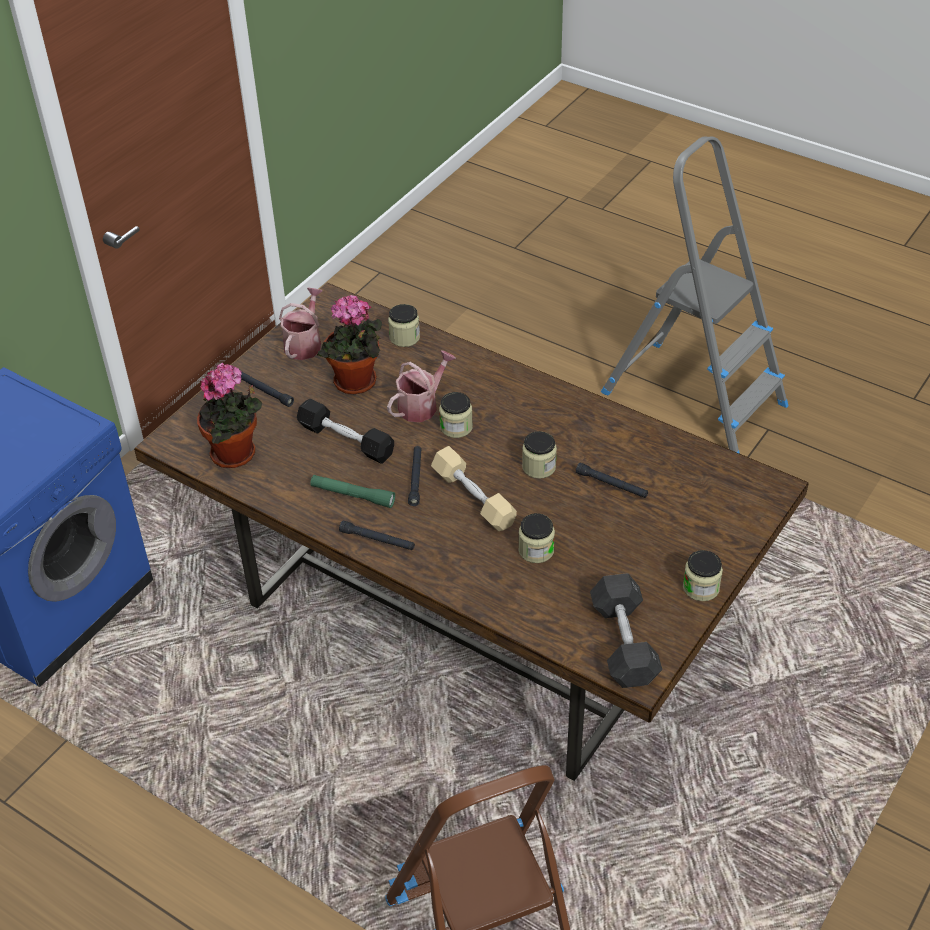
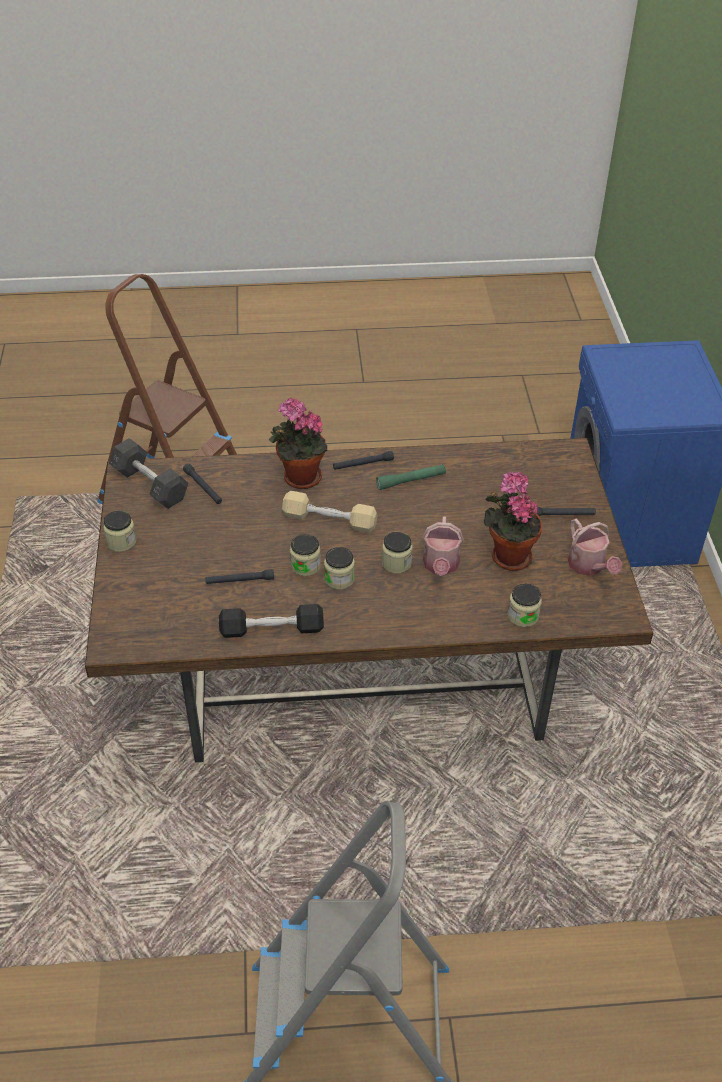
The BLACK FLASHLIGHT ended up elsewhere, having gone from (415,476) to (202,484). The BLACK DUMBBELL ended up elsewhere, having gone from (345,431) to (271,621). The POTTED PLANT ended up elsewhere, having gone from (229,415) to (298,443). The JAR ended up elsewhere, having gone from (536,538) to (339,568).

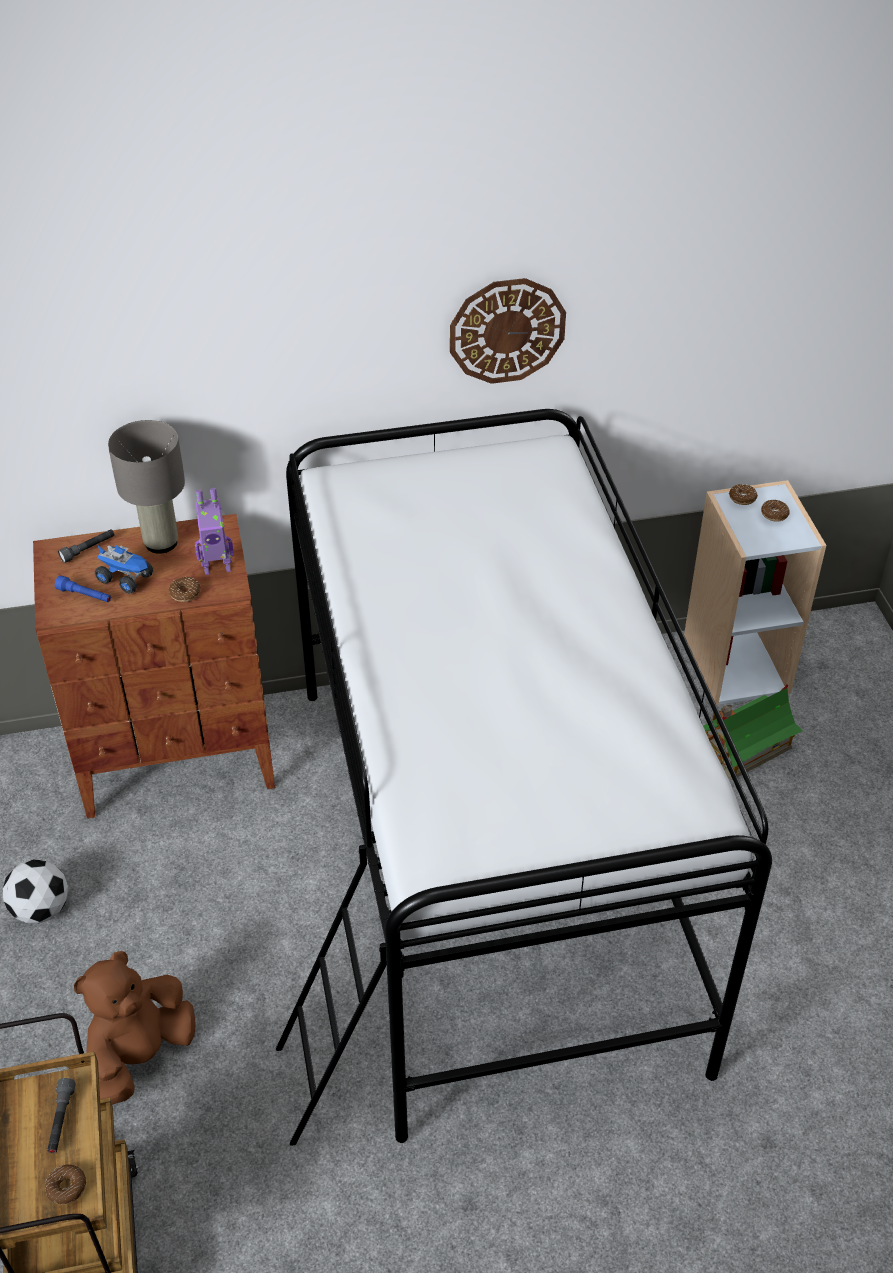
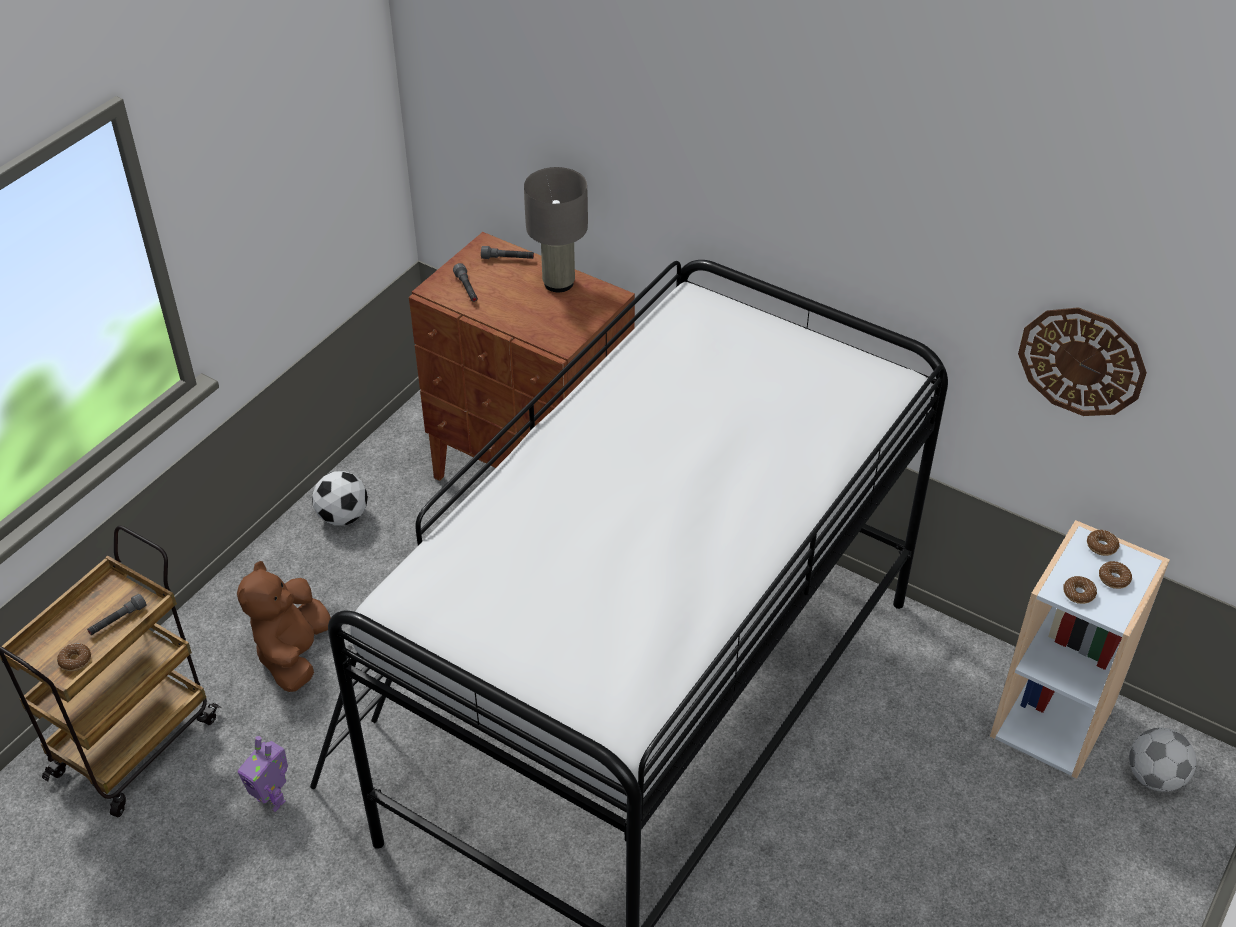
The BROWN PLUSH TOY at (135,1028) ended up facing another way, 75 degrees counterclockwise from before. The TOY ROBOT ended up elsewhere, having gone from (214,531) to (263,774). What was the BLUE FLASHLIGHT at (83,588) turned into the GREY FLASHLIGHT at (465,282). The WALL CLOCK ended up elsewhere, having gone from (508,331) to (1082,361). The DONUT ended up elsewhere, having gone from (185,589) to (1080,590). The second view gained the FOOTBALL at (1162,760). The second view lost the TOY TRUCK at (124,569). The second view lost the TOY HOUSE at (753,732).

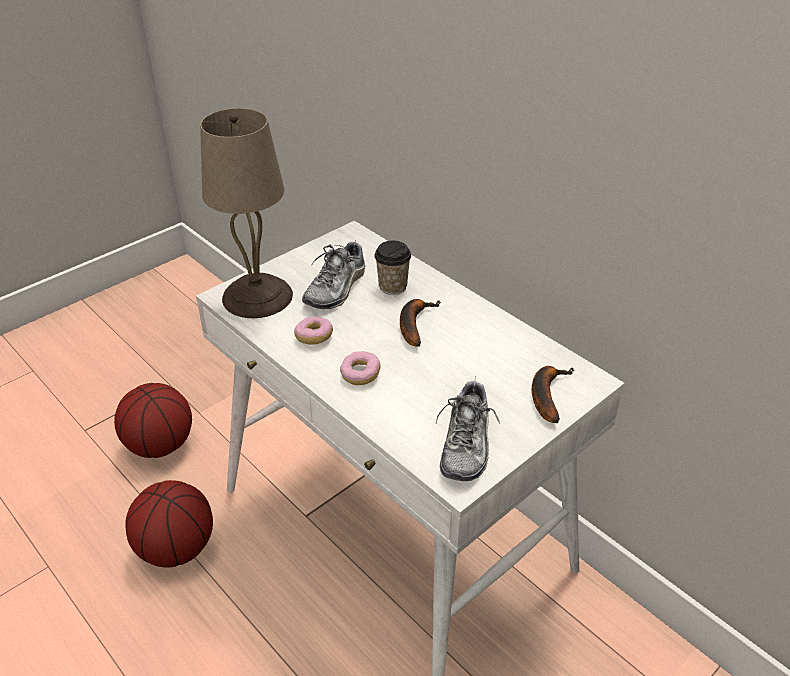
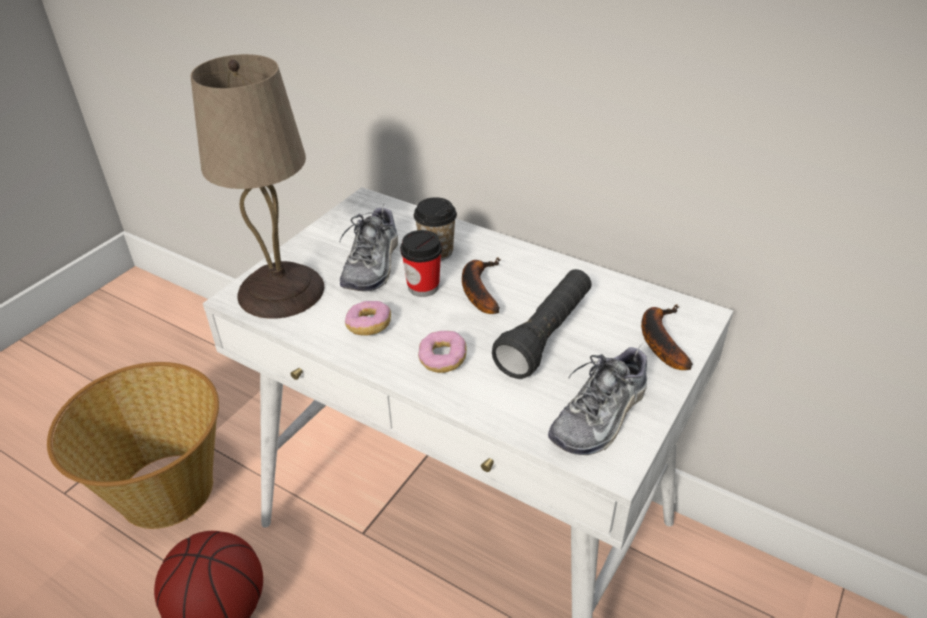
Where the BASKETBALL stood at (153,420), the BASKET came to stand at (133,445). The second view gained the CUP at (421,263). The second view gained the BLACK FLASHLIGHT at (542,324). The SHOE at (468,429) ended up facing another way, 45 degrees clockwise from before.

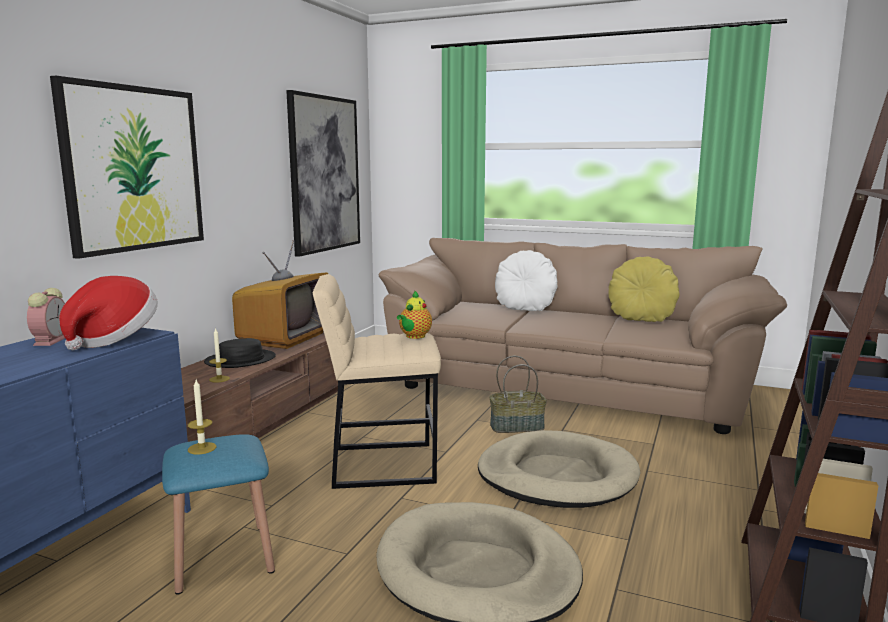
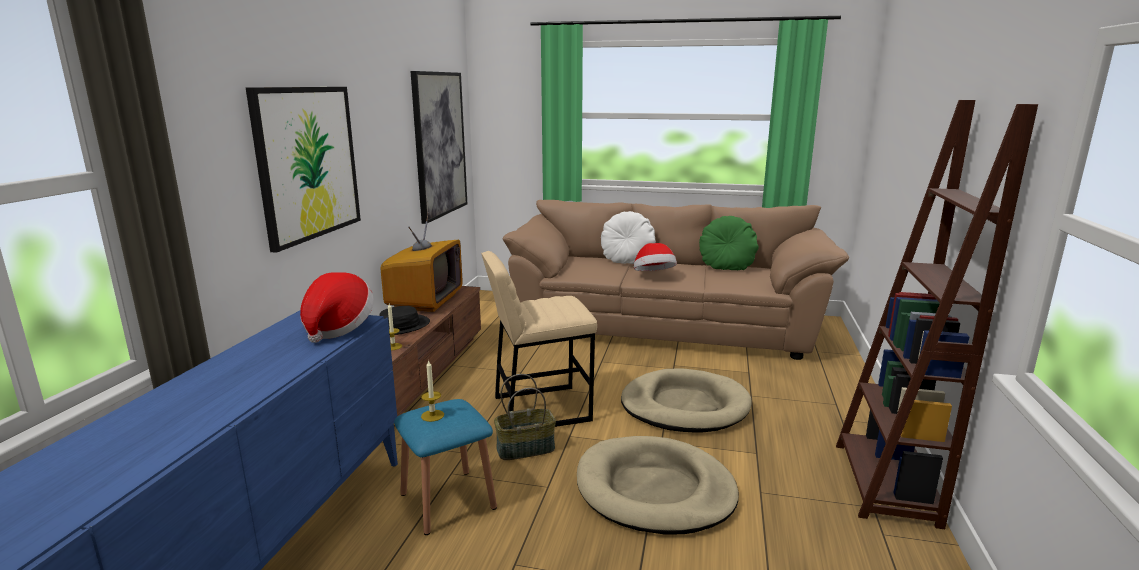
The BASKET ended up elsewhere, having gone from (518,394) to (525,417). The second view gained the HAT at (655,257). What was the YELLOW PILLOW at (644,289) turned into the GREEN PILLOW at (729,243). The second view lost the ALARM CLOCK at (46,317). The second view lost the TEAPOT at (414,315).

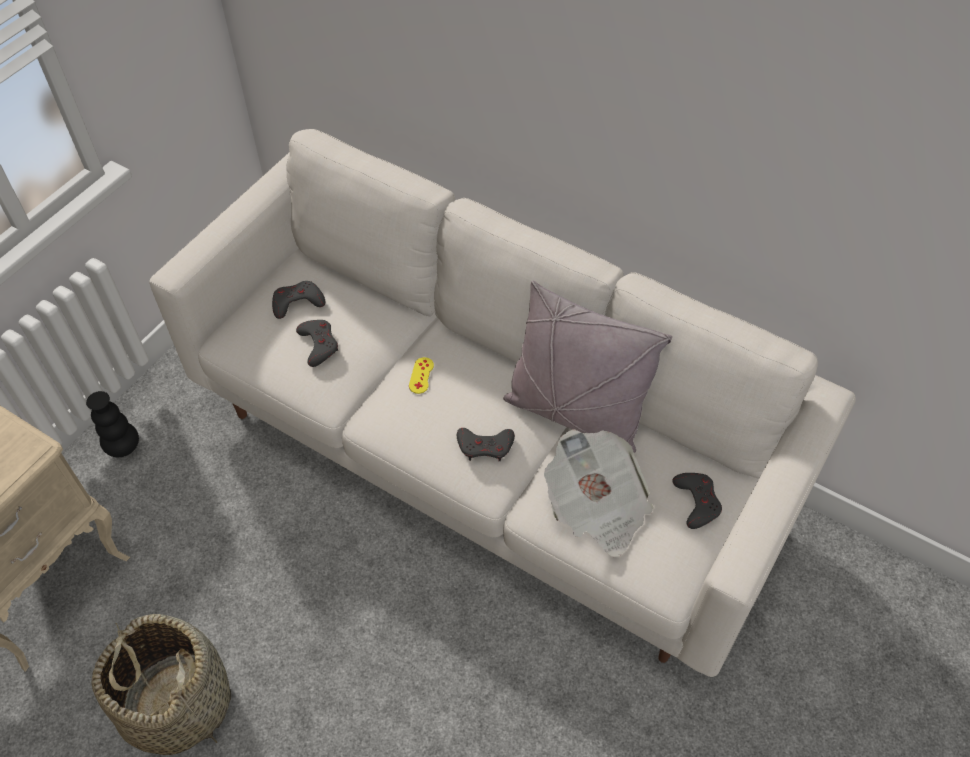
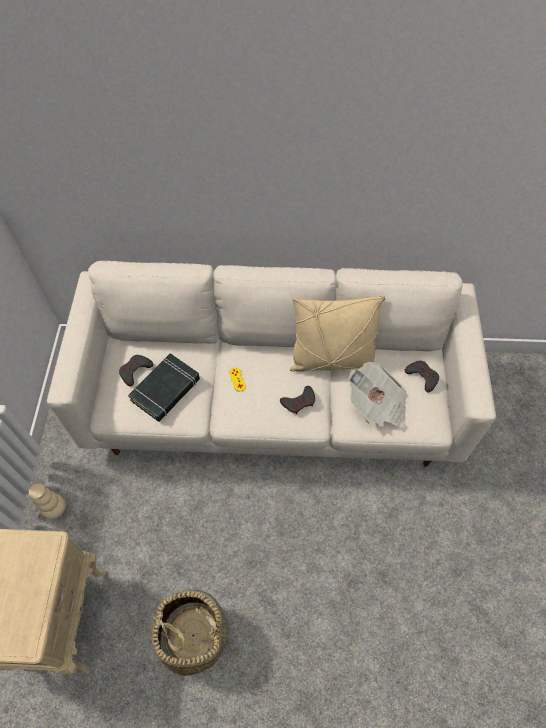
What was the BLACK VASE at (112,424) turned into the BEIGE VASE at (47,501). Where the GREY GAME CONTROLLER stood at (317,343), the BLACK BOOK came to stand at (164,387). What was the PURPLE PILLOW at (587,367) turned into the BEIGE PILLOW at (337,333).

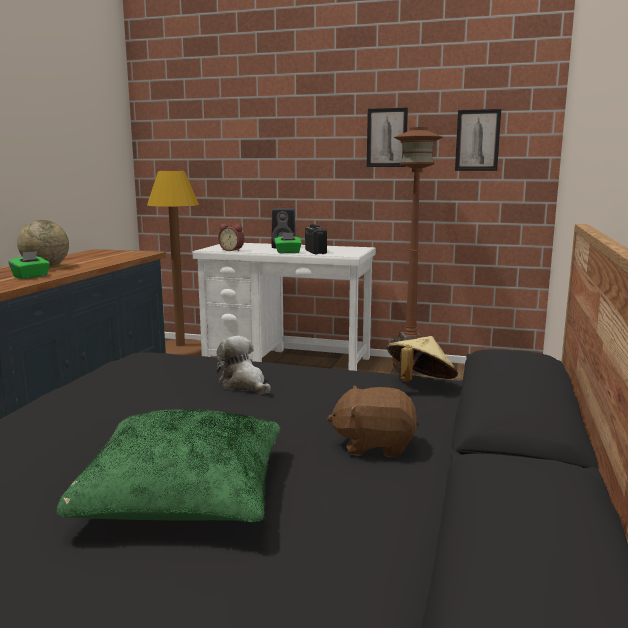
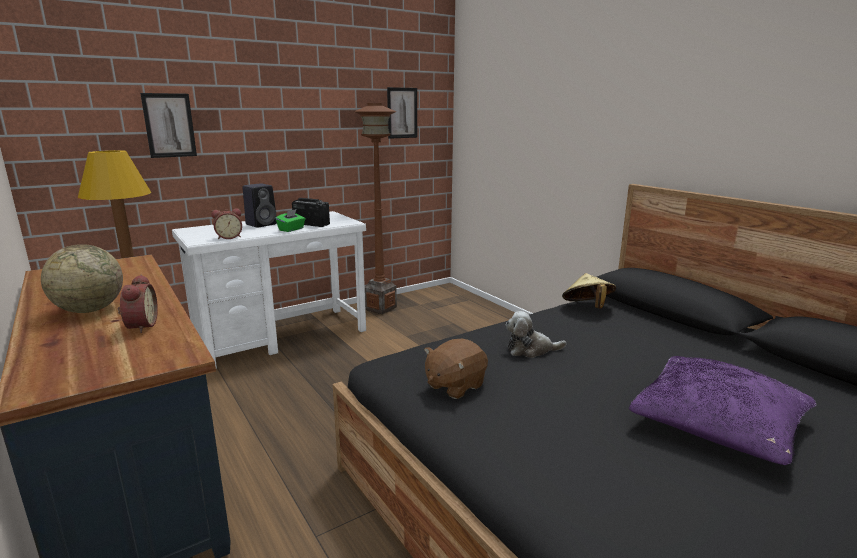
Where the GREEN TISSUE BOX stood at (29,265), the ALARM CLOCK came to stand at (138,304). The PICTURE ended up elsewhere, having gone from (387,137) to (168,125). The BROWN PLUSH TOY ended up elsewhere, having gone from (373,421) to (456,369). What was the GREEN PILLOW at (167,465) turned into the PURPLE PILLOW at (723,410).

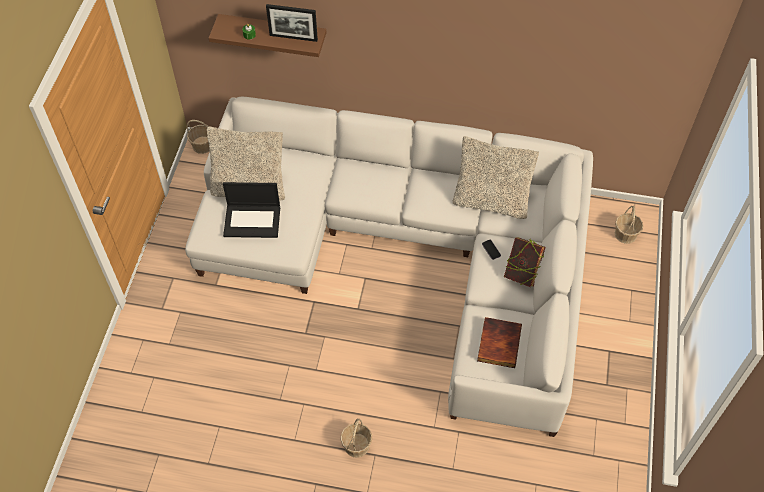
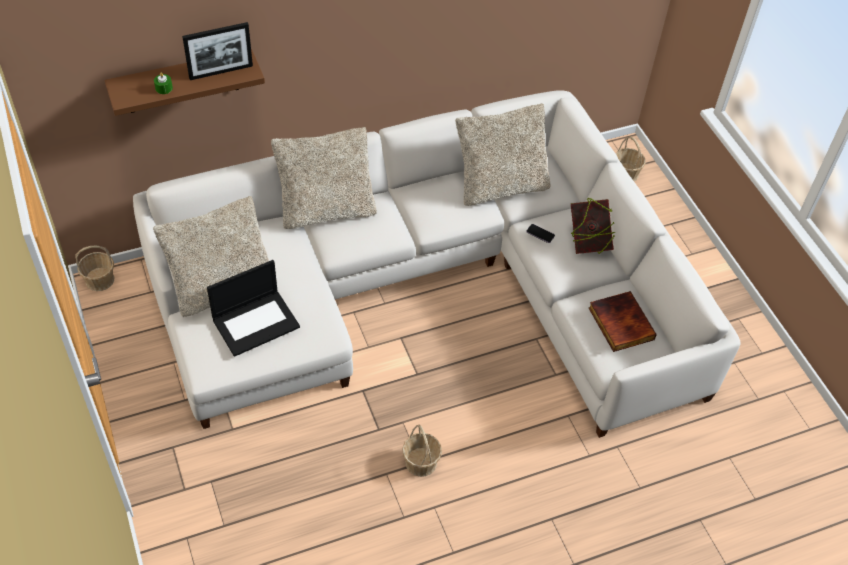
The second view gained the BEIGE PILLOW at (324,178). The BASKET ended up elsewhere, having gone from (356,438) to (422,450).

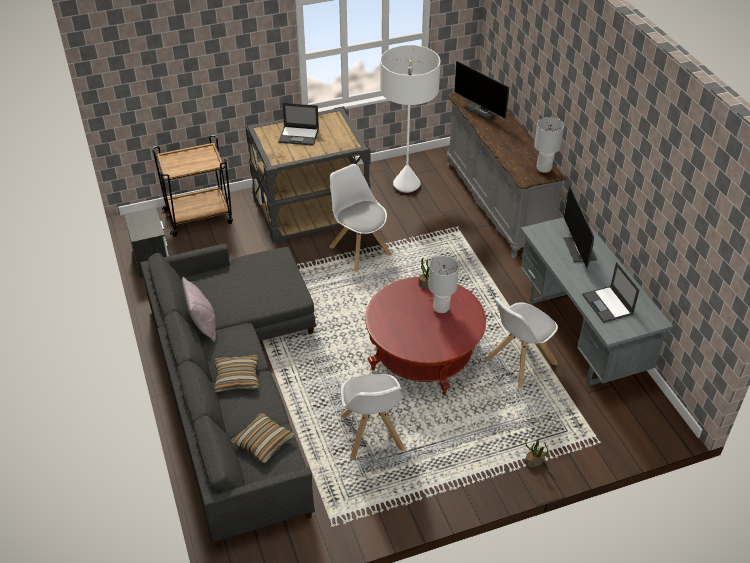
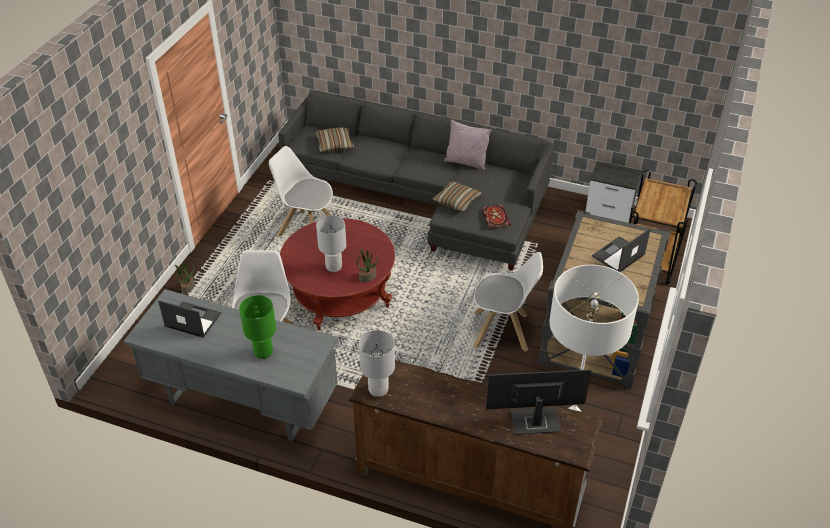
Where the MONITOR stood at (580,226), the GREEN TABLE LAMP came to stand at (257,327). The PILLOW ended up elsewhere, having gone from (236,373) to (457,196). The second view gained the BOOK at (496,216).

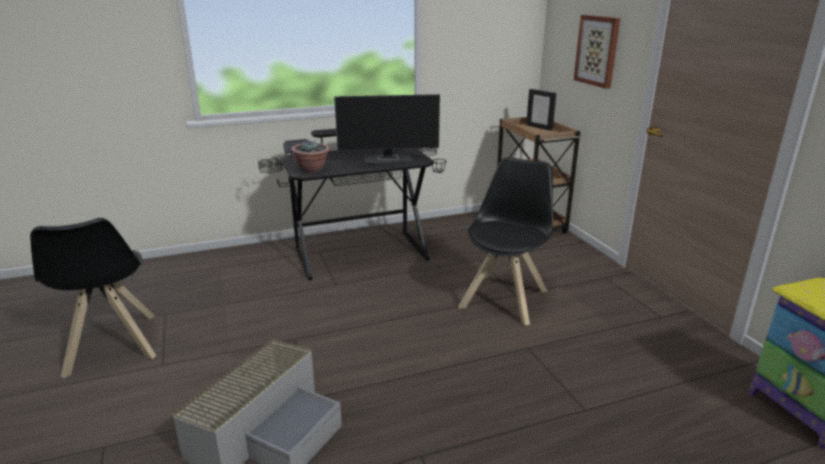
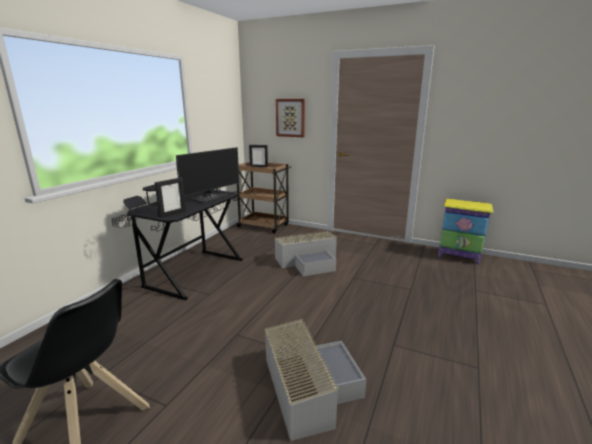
Where the POTTED PLANT stood at (310,156), the PICTURE FRAME came to stand at (170,198). Where the BLACK CHAIR stood at (505,241), the GREY STORAGE BOX came to stand at (306,253).

